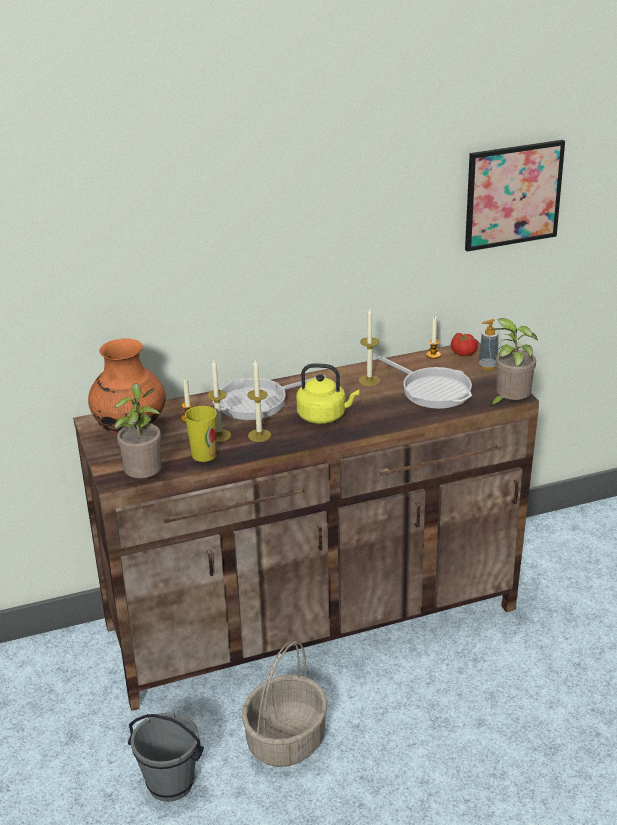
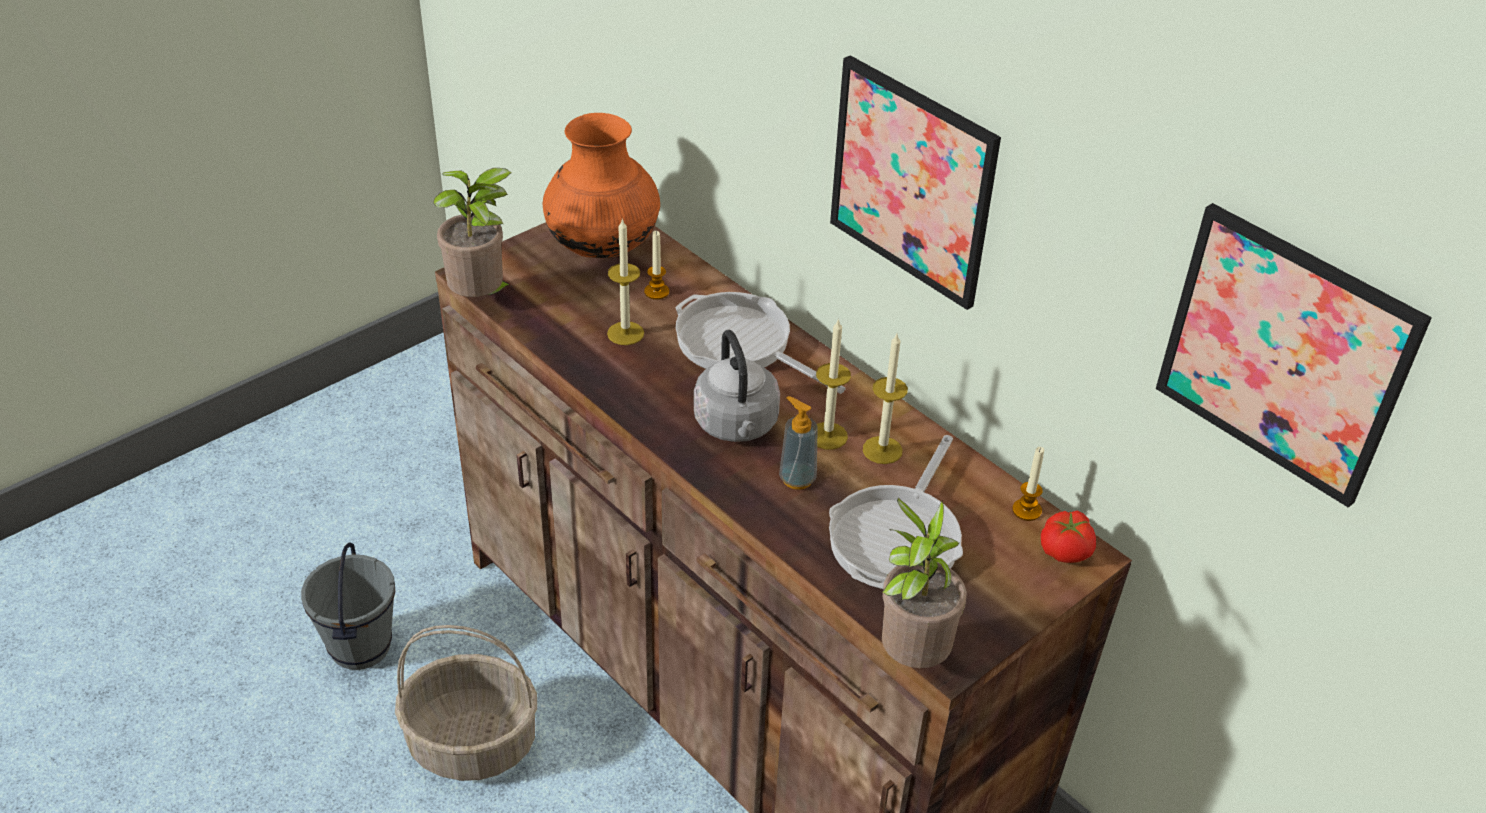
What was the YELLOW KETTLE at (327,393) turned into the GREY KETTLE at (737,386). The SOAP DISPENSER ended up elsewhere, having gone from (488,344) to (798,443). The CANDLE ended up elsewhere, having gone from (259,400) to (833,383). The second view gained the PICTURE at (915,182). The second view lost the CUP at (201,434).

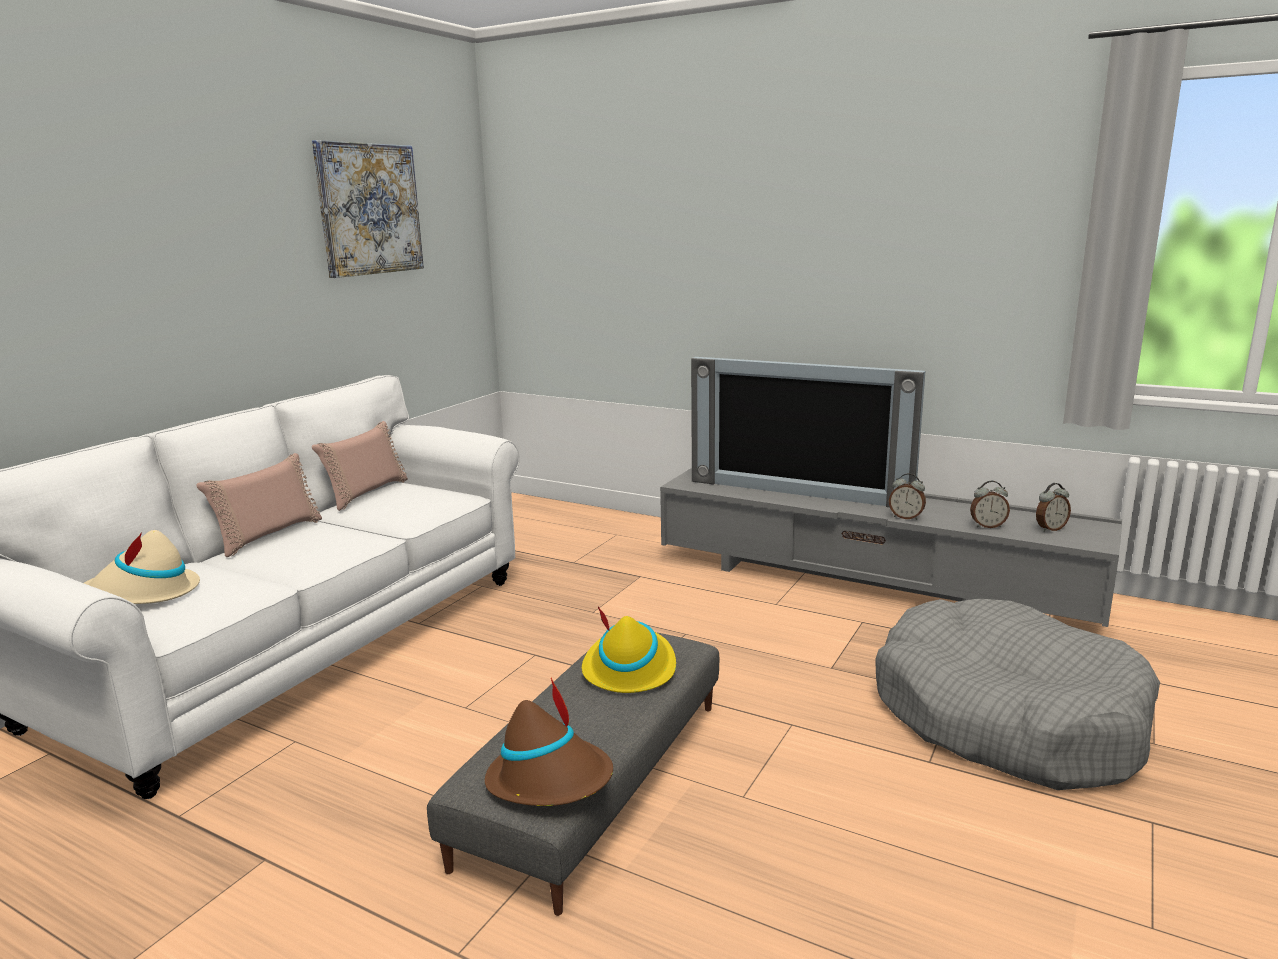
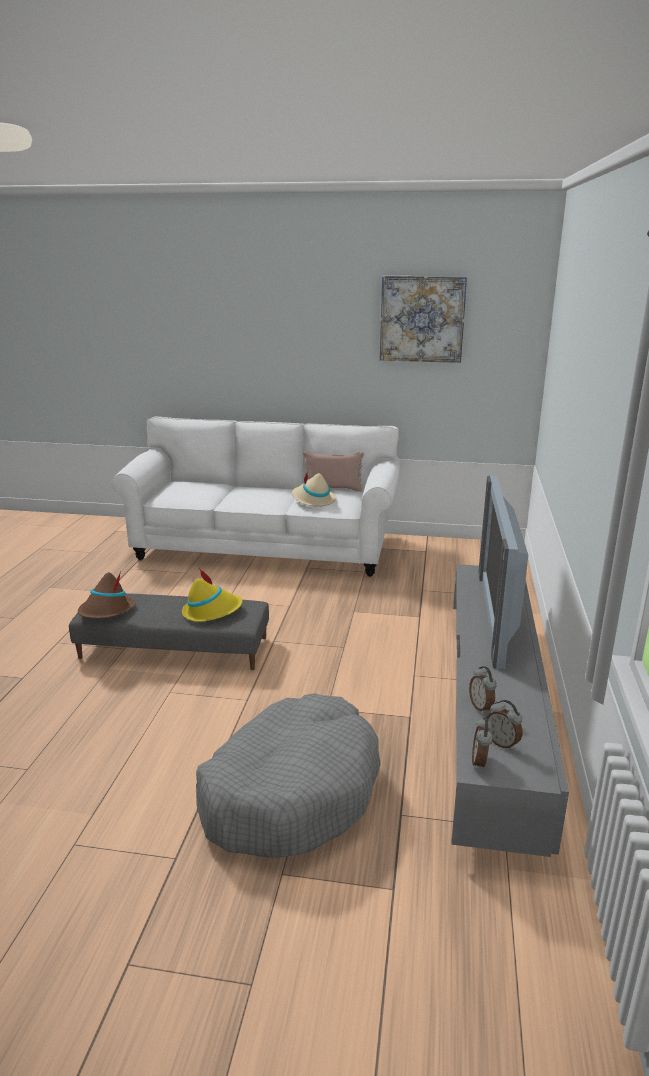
The BEIGE HAT ended up elsewhere, having gone from (142,567) to (314,489). The ALARM CLOCK ended up elsewhere, having gone from (907,496) to (482,744). The second view lost the BEIGE PILLOW at (259,505).

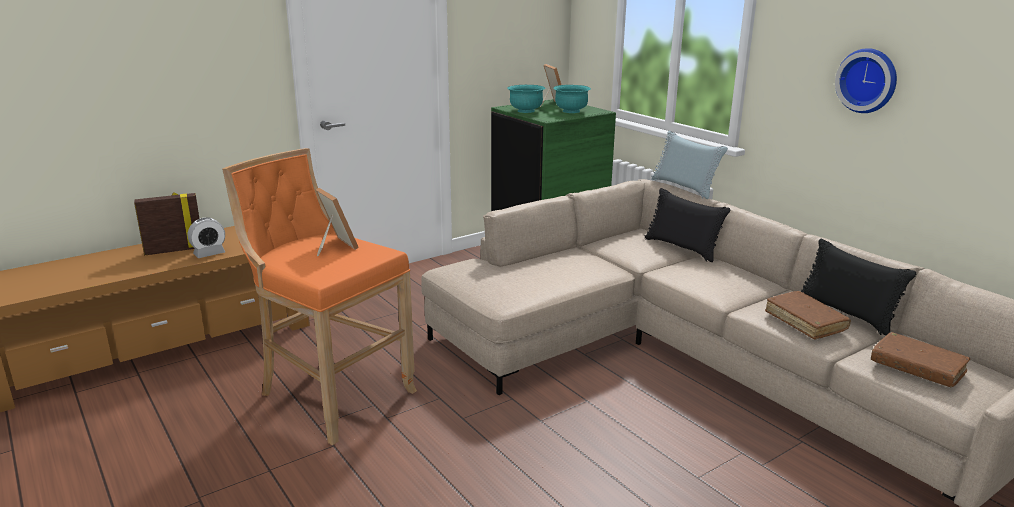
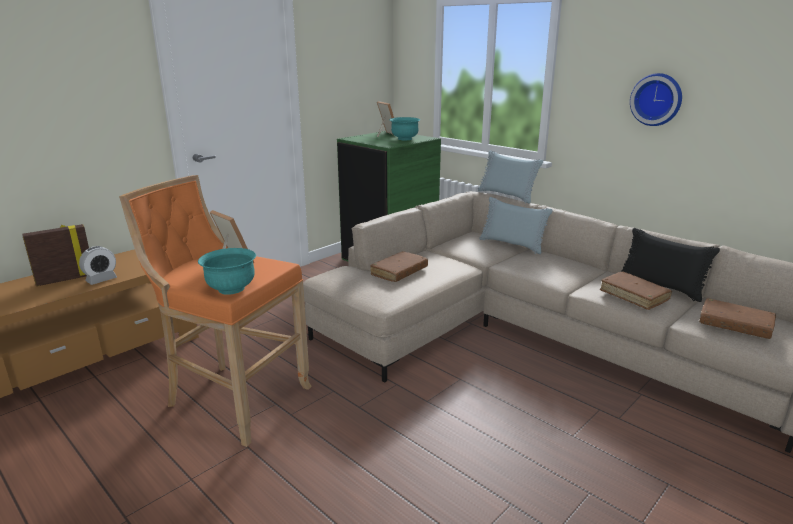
The TURQUOISE BOWL ended up elsewhere, having gone from (526,99) to (227,271). The second view gained the BROWN BOOK at (399,266). What was the BLACK PILLOW at (687,225) turned into the BLUE PILLOW at (516,225).

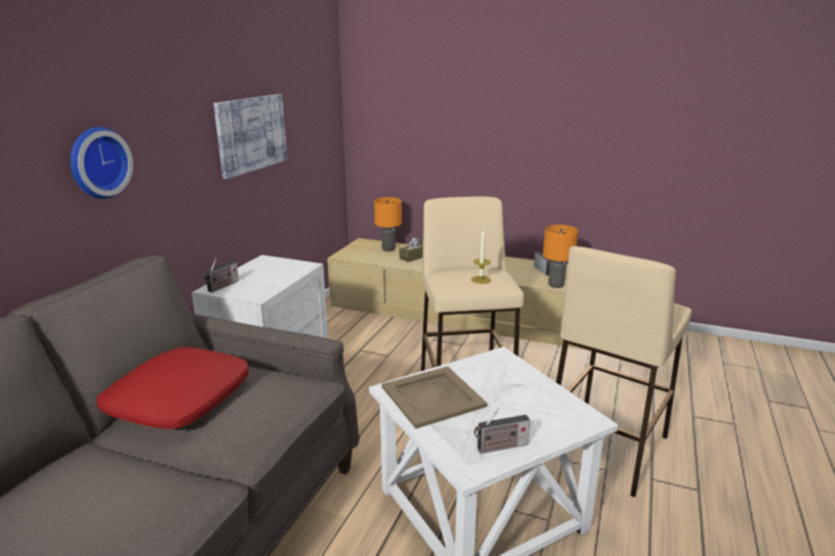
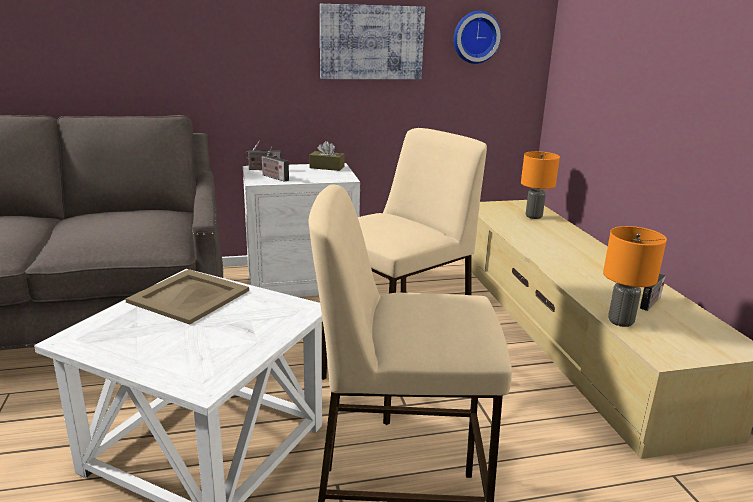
The RADIO ended up elsewhere, having gone from (502,431) to (275,164). The BROWN TISSUE BOX ended up elsewhere, having gone from (411,249) to (327,156). The WALL CLOCK ended up elsewhere, having gone from (101,163) to (477,37). The second view lost the RED PILLOW at (172,388). The second view lost the CANDLE at (481,257).

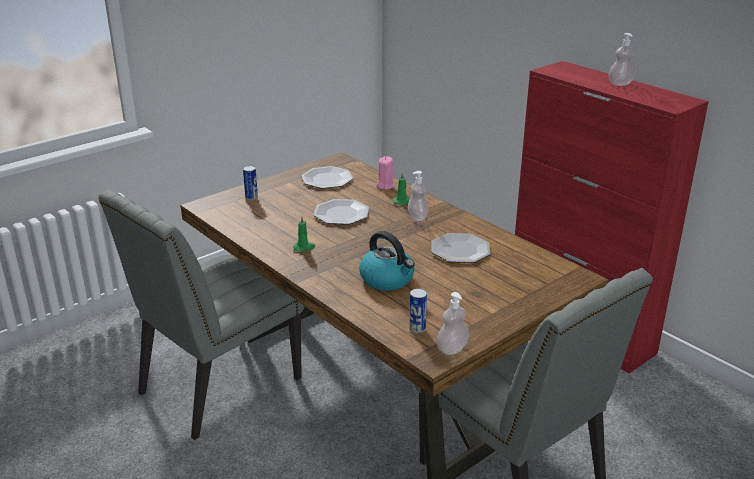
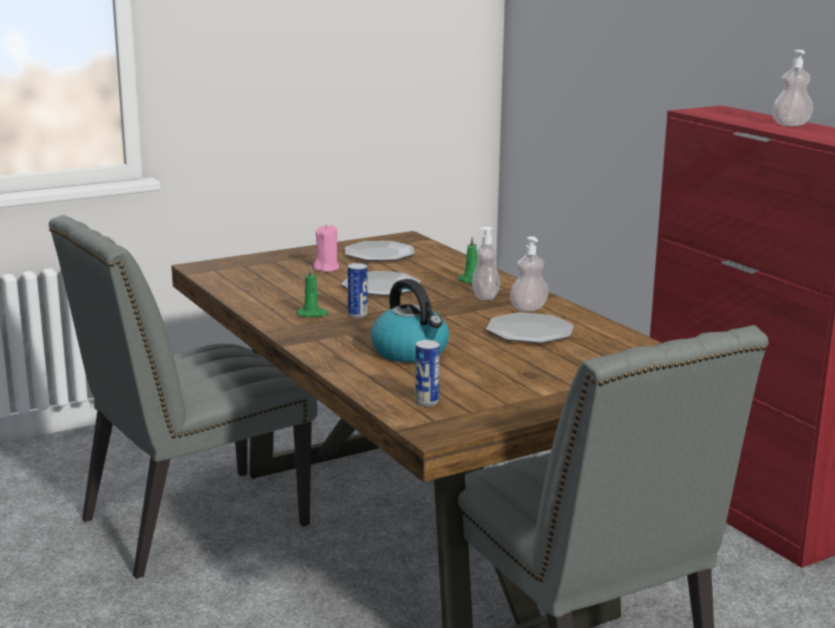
The PINK CANDLE ended up elsewhere, having gone from (385,173) to (326,248). The CAN ended up elsewhere, having gone from (250,183) to (358,290). The SOAP DISPENSER ended up elsewhere, having gone from (453,323) to (529,273).

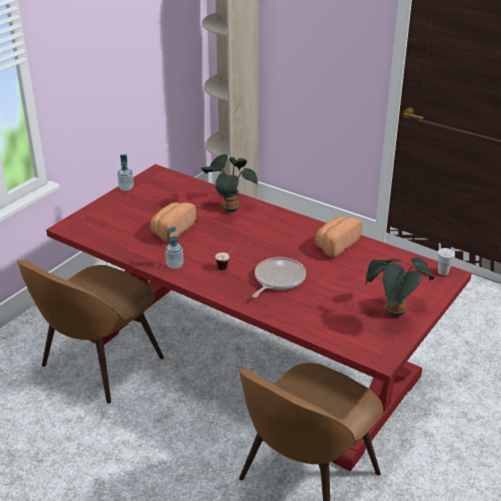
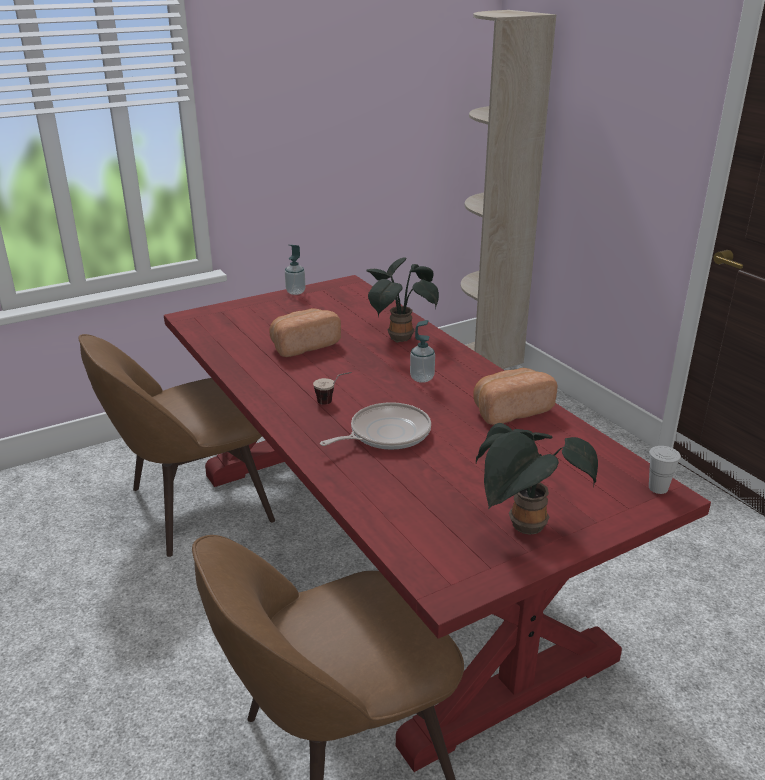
The SOAP DISPENSER ended up elsewhere, having gone from (174,247) to (422,351).

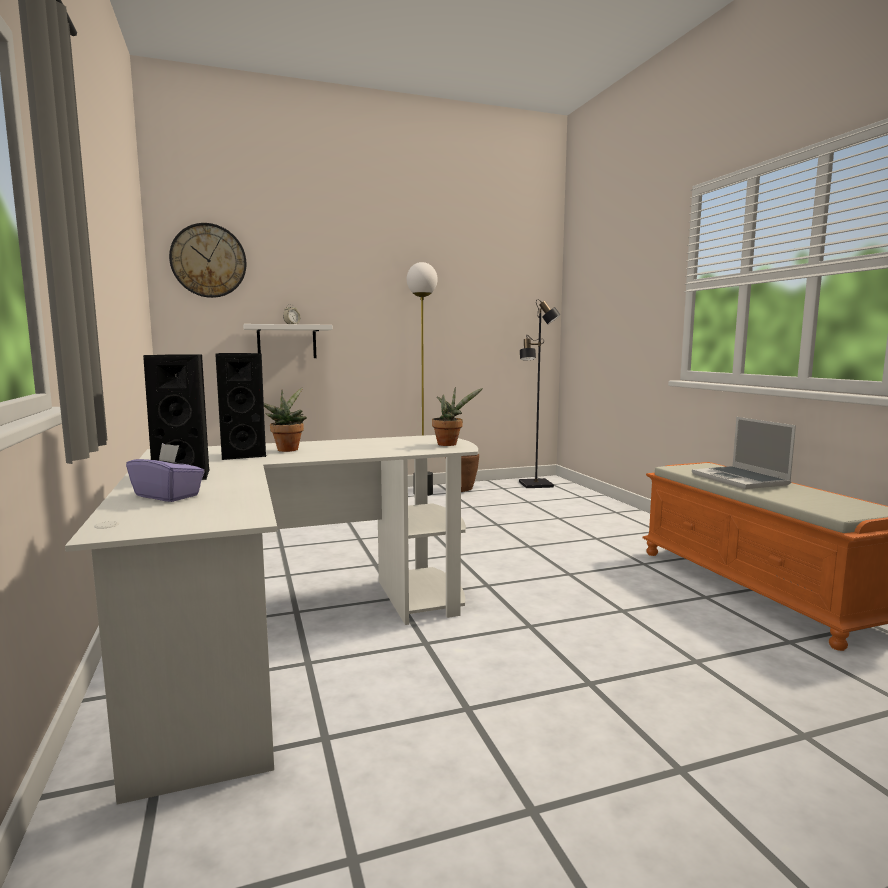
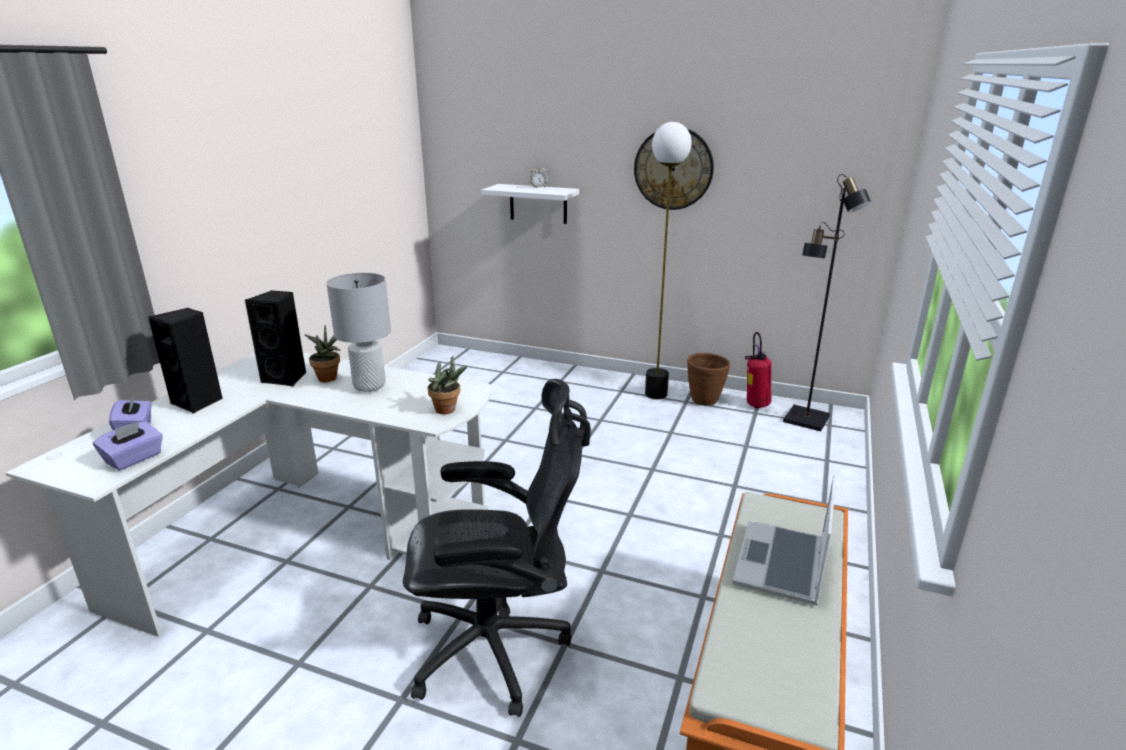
The second view gained the PURPLE TISSUE BOX at (128,446). The second view gained the GREY TABLE LAMP at (358,332). The second view gained the OFFICE CHAIR at (497,548). The WALL CLOCK ended up elsewhere, having gone from (208,260) to (674,169). The second view gained the FIRE EXTINGUISHER at (758,370).

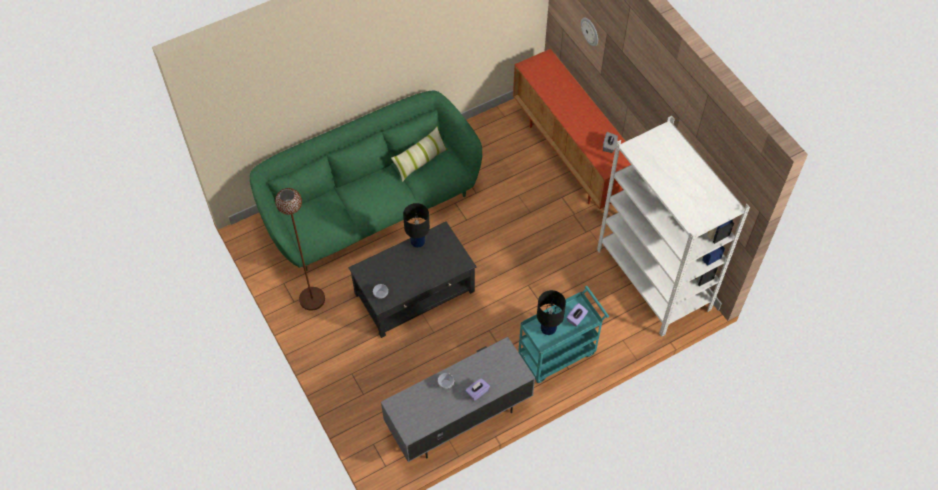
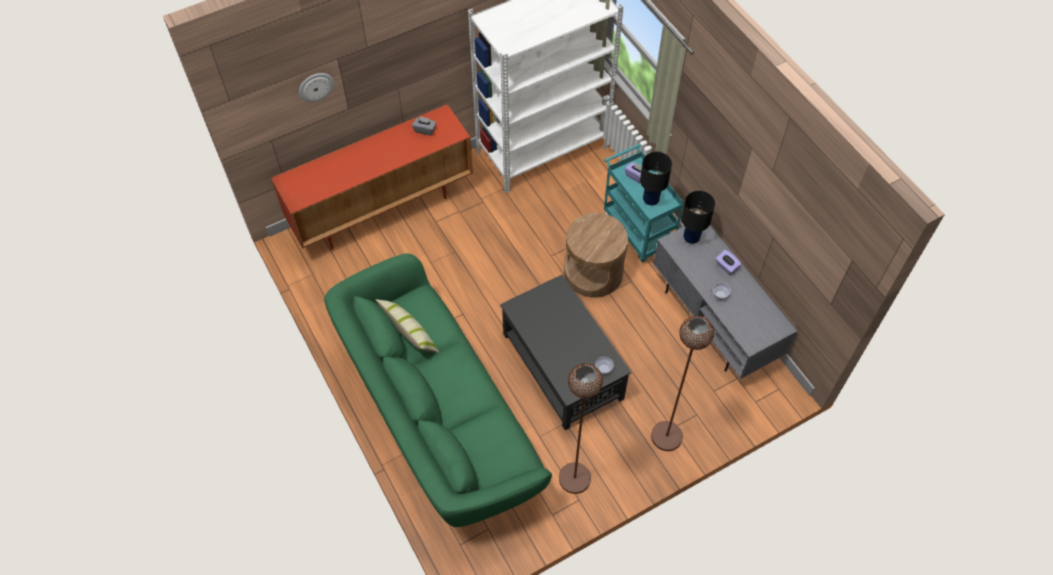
The second view gained the BROWN SIDE TABLE at (596,255). The second view gained the BROWN FLOOR LAMP at (682,383). The BLACK TABLE LAMP ended up elsewhere, having gone from (416,225) to (698,217).

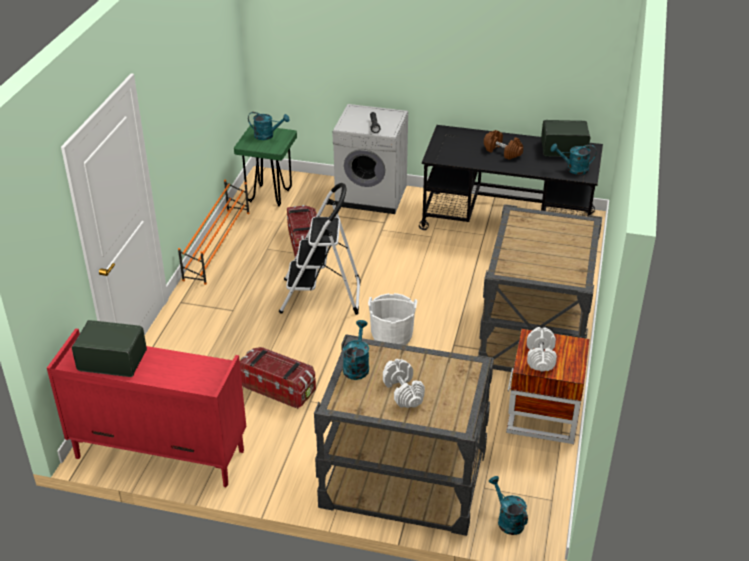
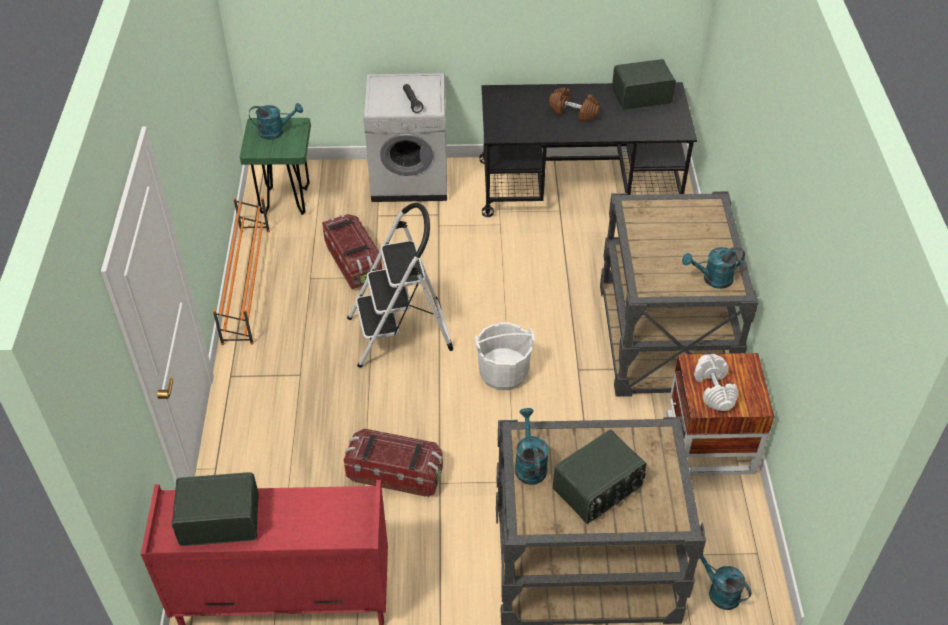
Where the WHITE DUMBBELL stood at (404,383), the RADIO came to stand at (599,477). The TURQUOISE WATERING CAN ended up elsewhere, having gone from (574,159) to (713,268).

